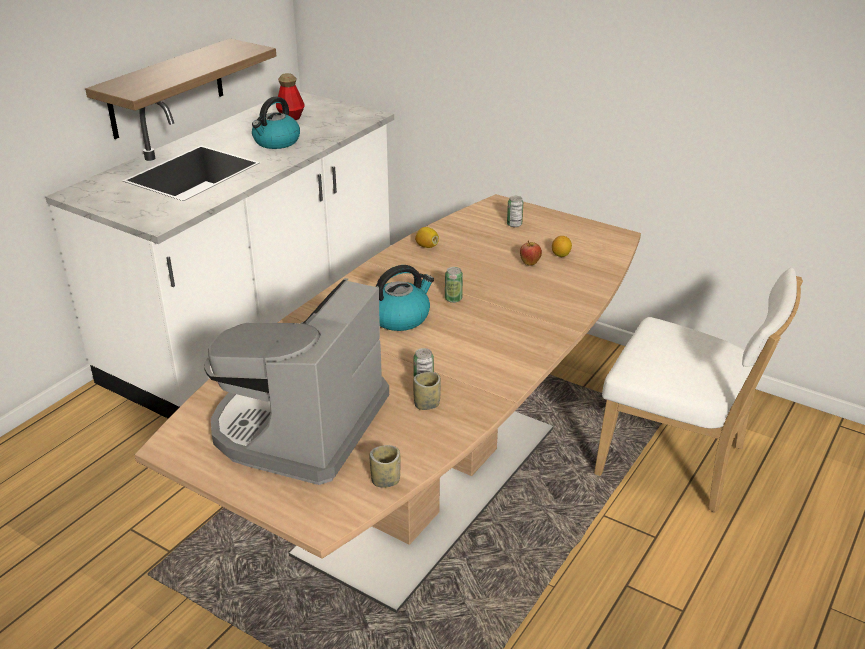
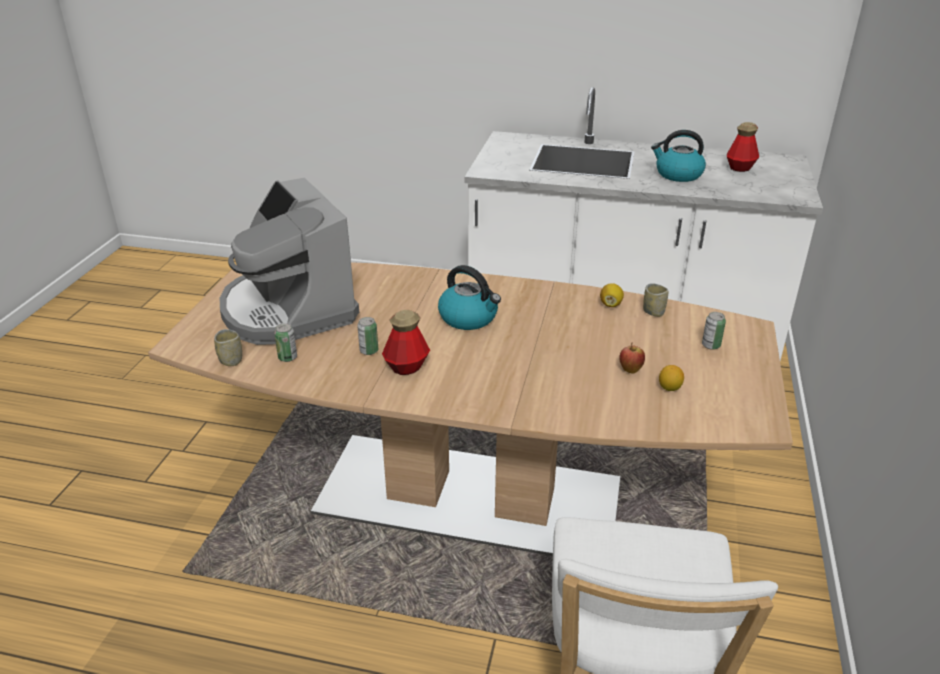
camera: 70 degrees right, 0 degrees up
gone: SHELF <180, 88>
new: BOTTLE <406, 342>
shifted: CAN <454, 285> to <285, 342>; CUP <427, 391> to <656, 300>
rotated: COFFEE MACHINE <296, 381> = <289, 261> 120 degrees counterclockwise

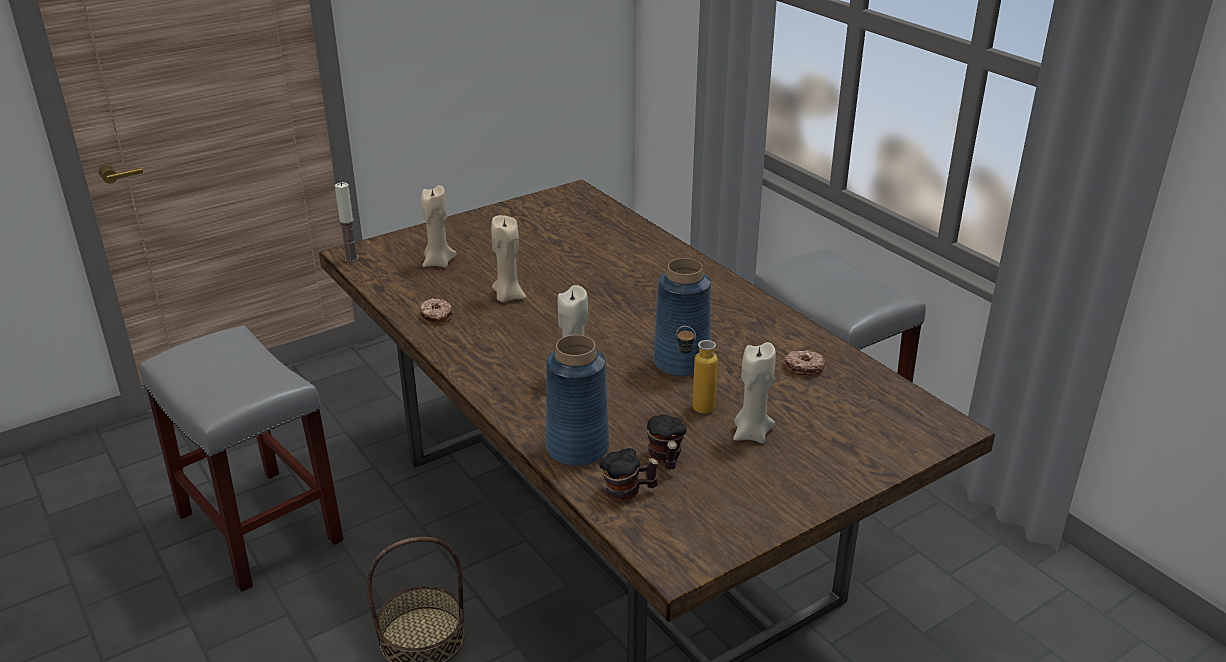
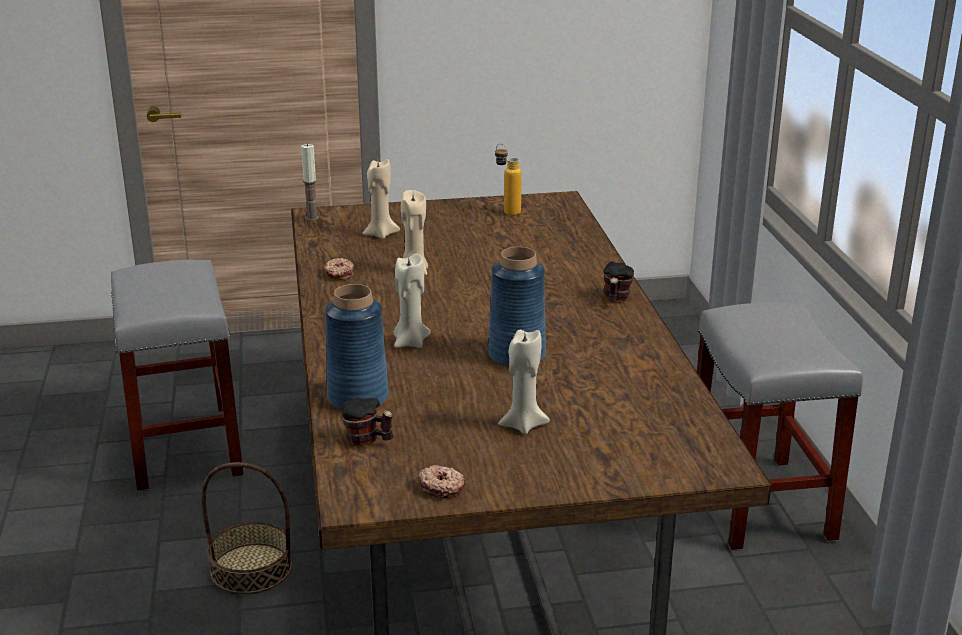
camera: 25 degrees right, 5 degrees down
shifted: BOTTLE <697, 370> to <508, 179>; DONUT <804, 362> to <442, 481>; MUG <667, 442> to <618, 281>

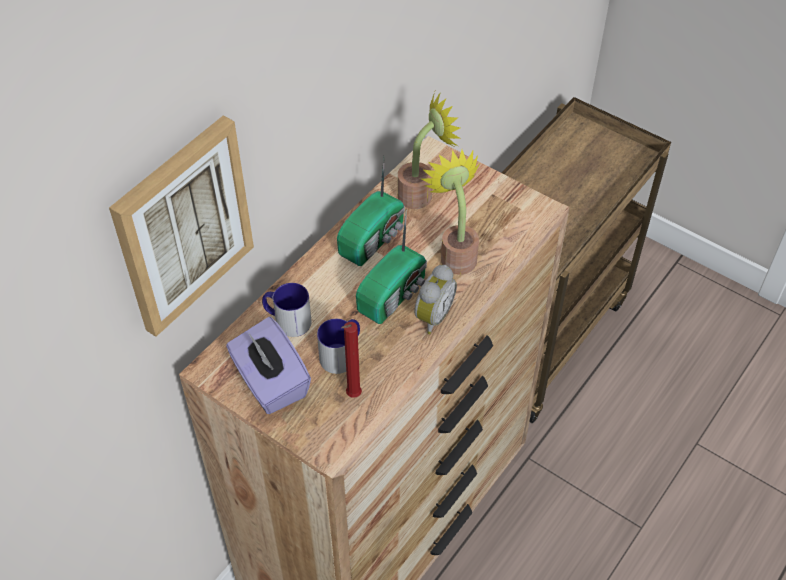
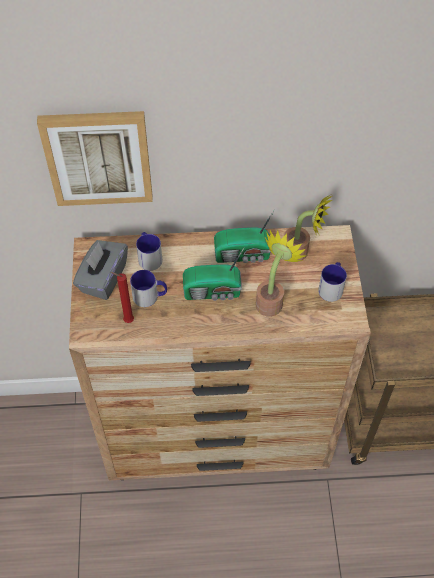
camera: 50 degrees right, 5 degrees up
gone: ALARM CLOCK <435, 299>
new: MUG <332, 282>
repainted: PURPLE TISSUE BOX <268, 365> to GREY TISSUE BOX <100, 270>

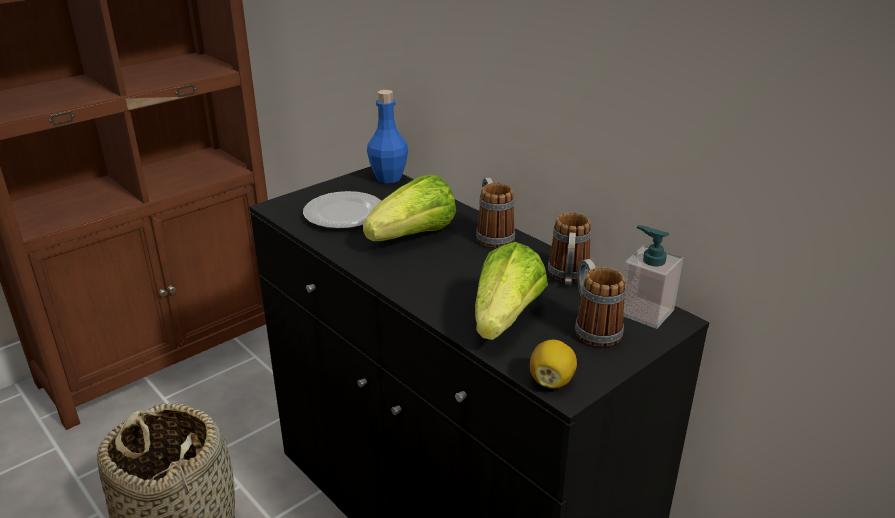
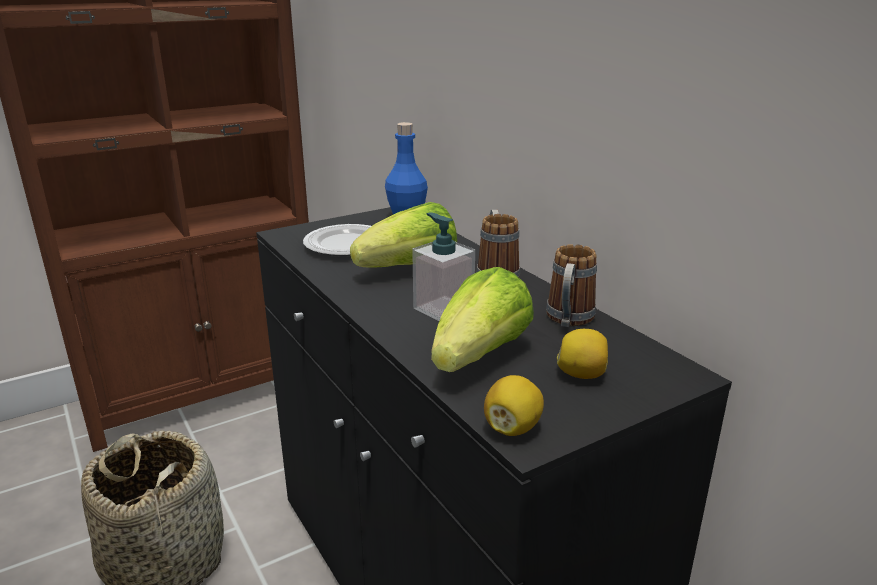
camera: 10 degrees right, 5 degrees down
shifted: SOAP DISPENSER <653, 277> to <443, 266>
swapped: MUG <600, 303> to LEMON <582, 354>

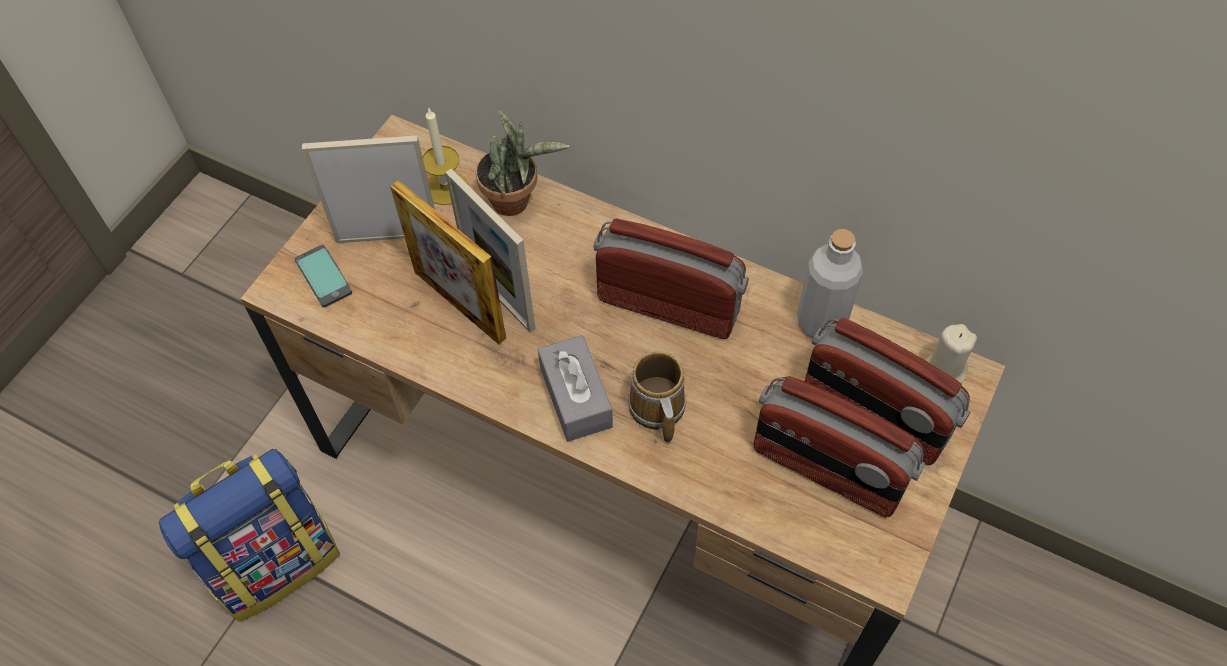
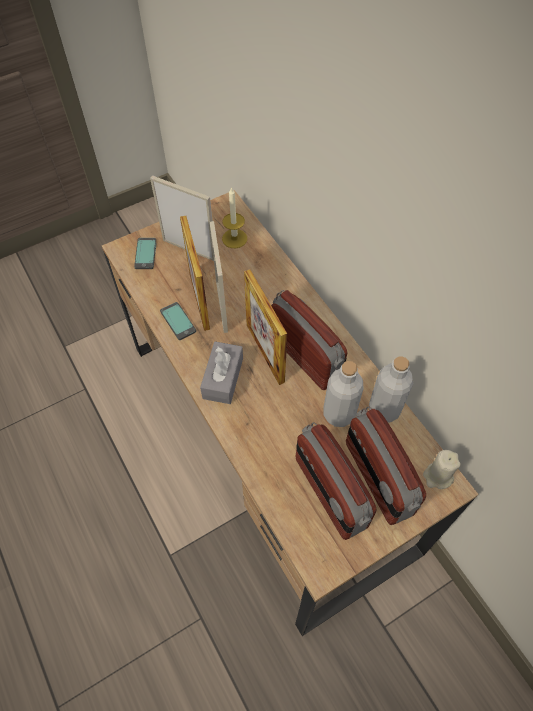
camera: 30 degrees right, 0 degrees up
gone: POTTED PLANT <523, 161>; MUG <657, 397>; BACKPACK <249, 535>
new: PICTURE FRAME <265, 327>; PHONE <178, 321>; GREY BOTTLE <343, 394>

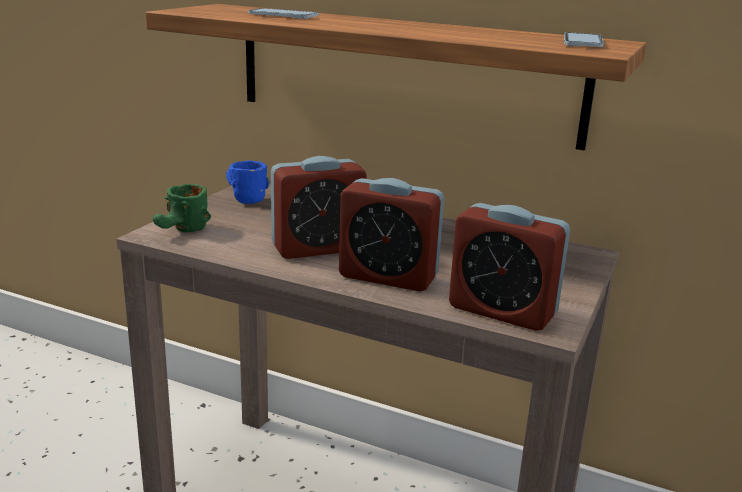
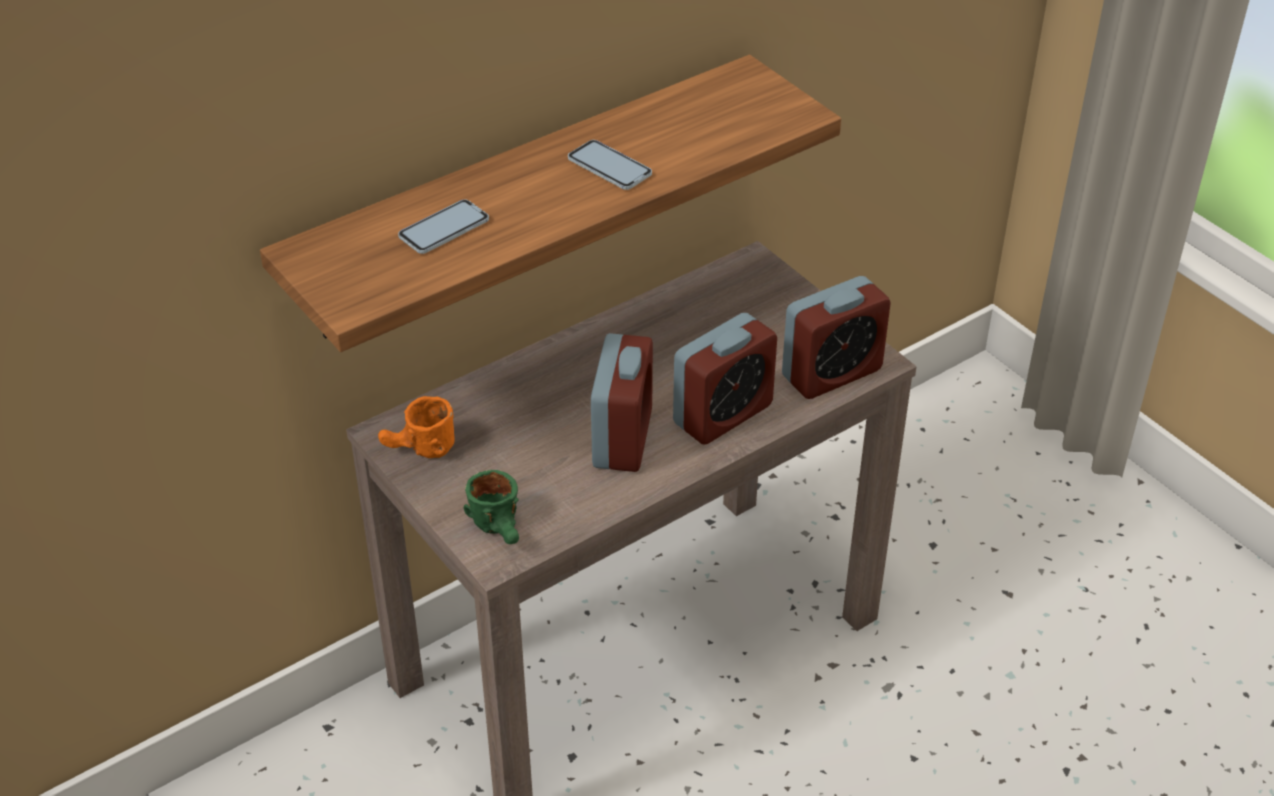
camera: 60 degrees left, 20 degrees up
shifted: PHONE <584, 39> to <610, 165>
repainted: BLUE MUG <247, 182> to ORANGE MUG <416, 427>

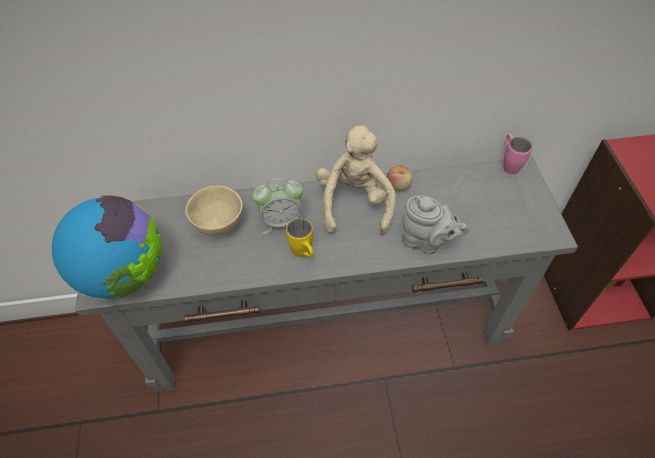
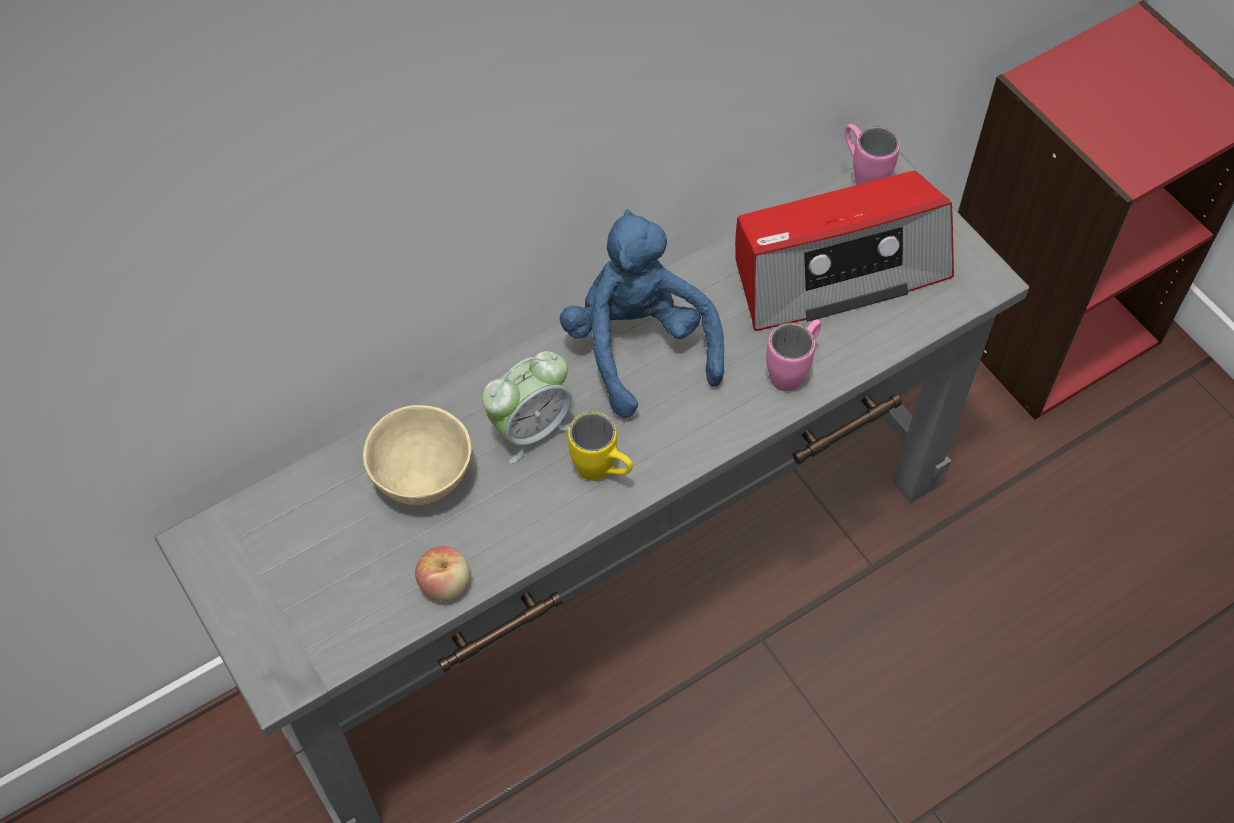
camera: 25 degrees left, 5 degrees up
gone: GLOBE <107, 247>
new: RADIO <844, 251>
shifted: APPLE <400, 178> to <442, 573>
swapped: GREY TEAPOT <436, 224> to PINK MUG <793, 355>
repainted: BEIGE PLUSH TOY <355, 180> to BLUE PLUSH TOY <642, 313>

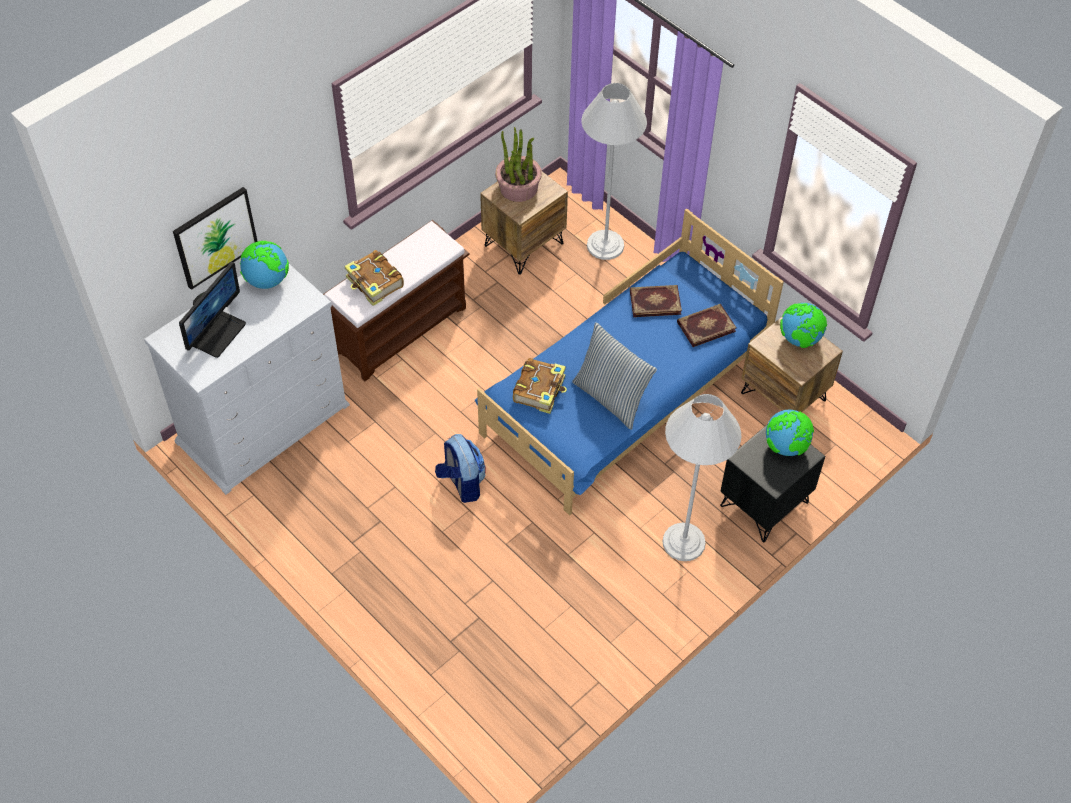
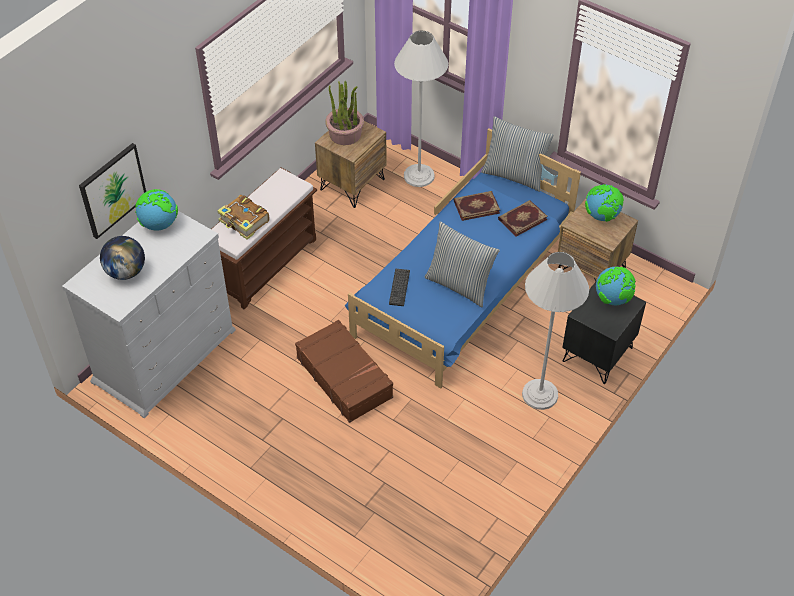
camera: 10 degrees left, 5 degrees down
new: PILLOW <517, 154>
swapped: MONITOR <212, 310> to GLOBE <122, 258>; BOOK <540, 386> to KEYBOARD <399, 287>; BACKPACK <460, 468> to BROWN SUITCASE <344, 371>

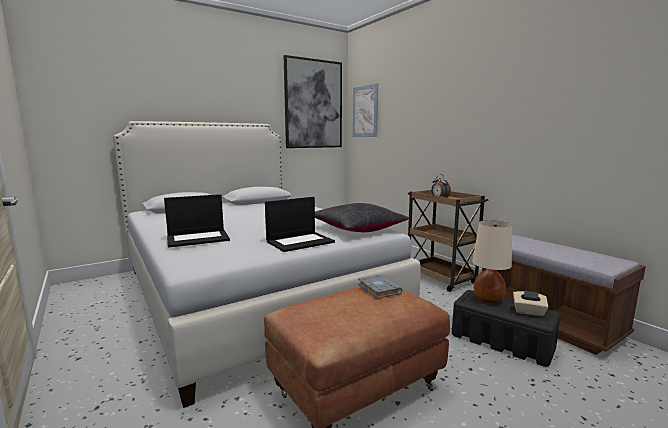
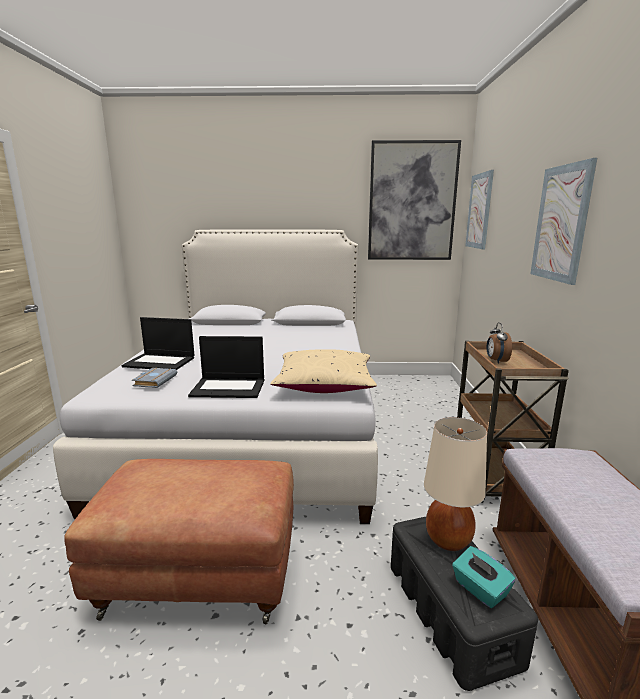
camera: 35 degrees right, 5 degrees up
new: PICTURE <563, 221>
shifted: GREY BOOK <380, 287> to <154, 378>
repainted: BLACK PILLOW <362, 217> to BEIGE PILLOW <323, 371>; BEIGE TISSUE BOX <531, 303> to TURQUOISE TISSUE BOX <484, 577>

